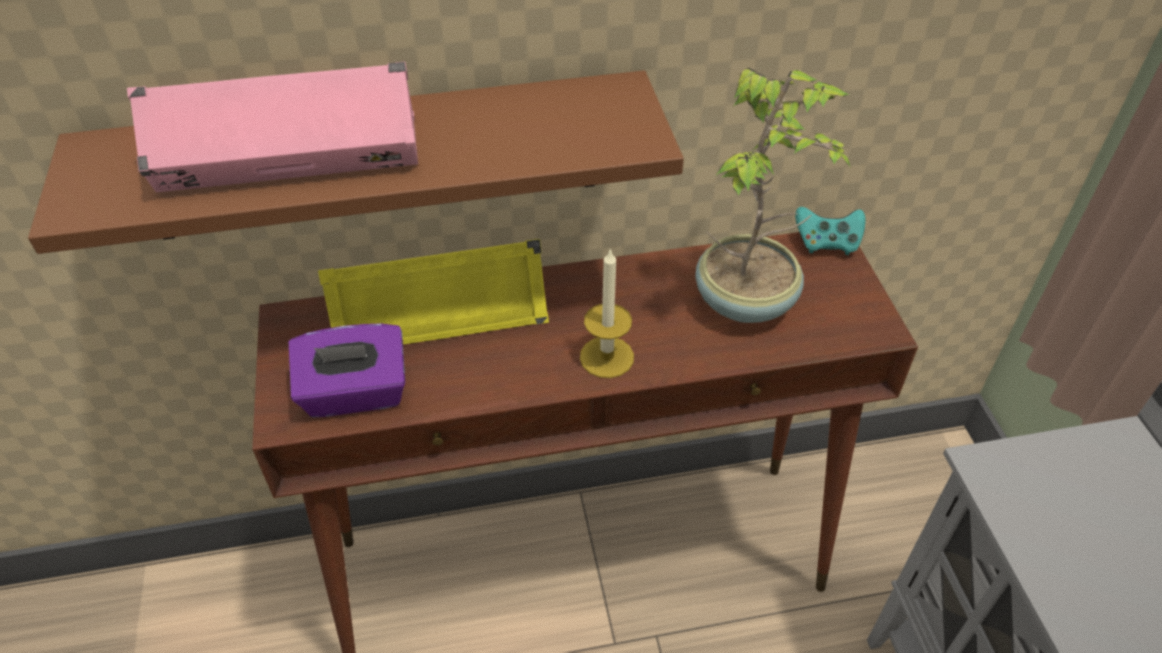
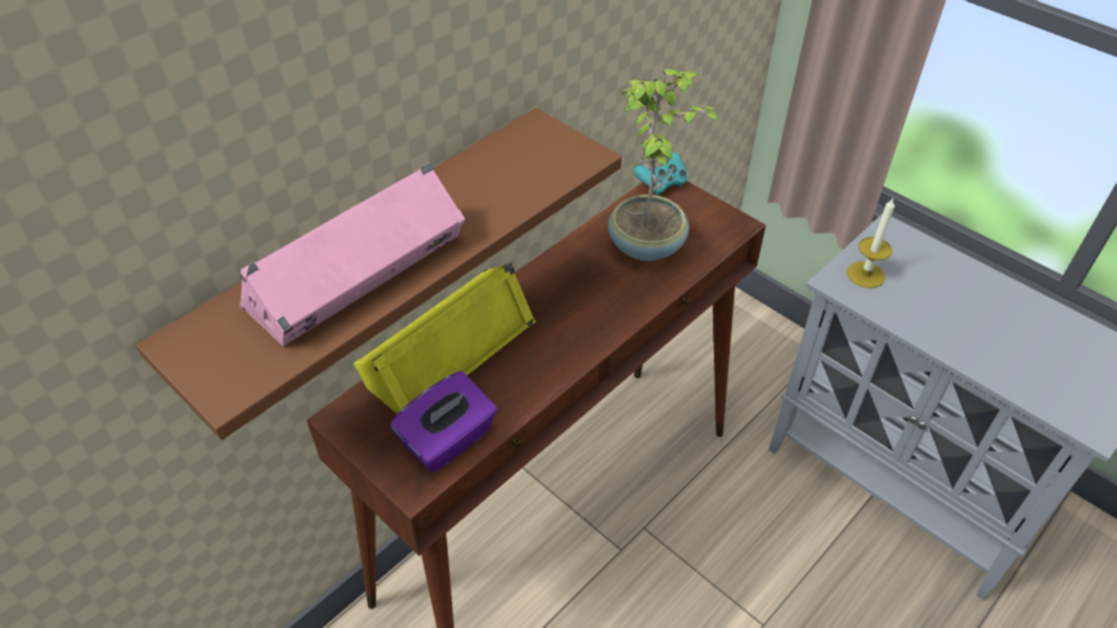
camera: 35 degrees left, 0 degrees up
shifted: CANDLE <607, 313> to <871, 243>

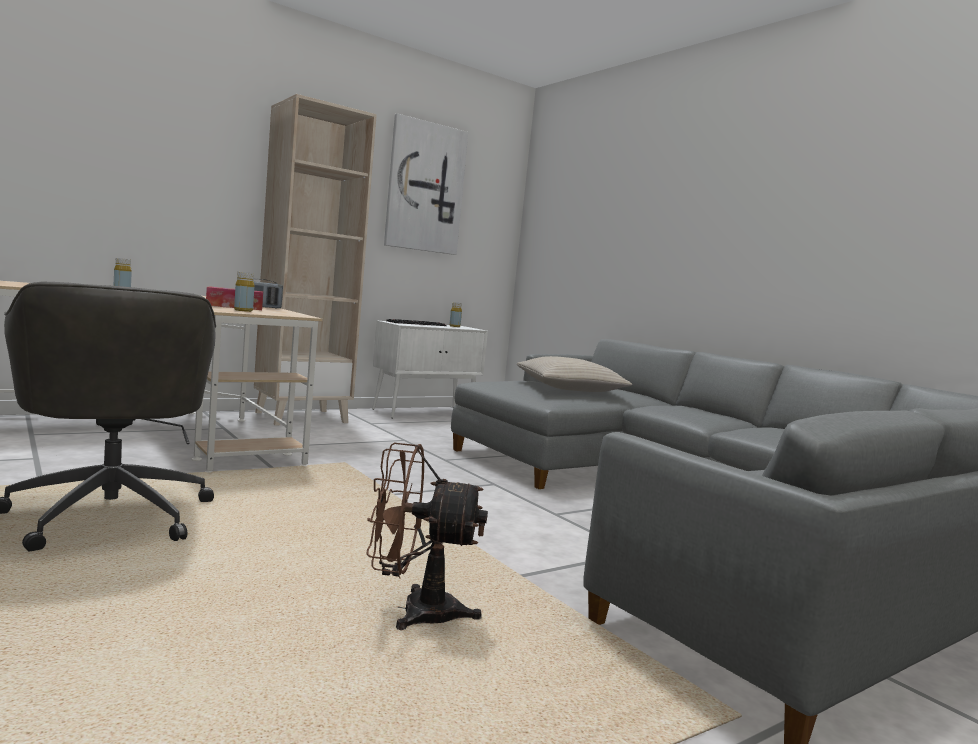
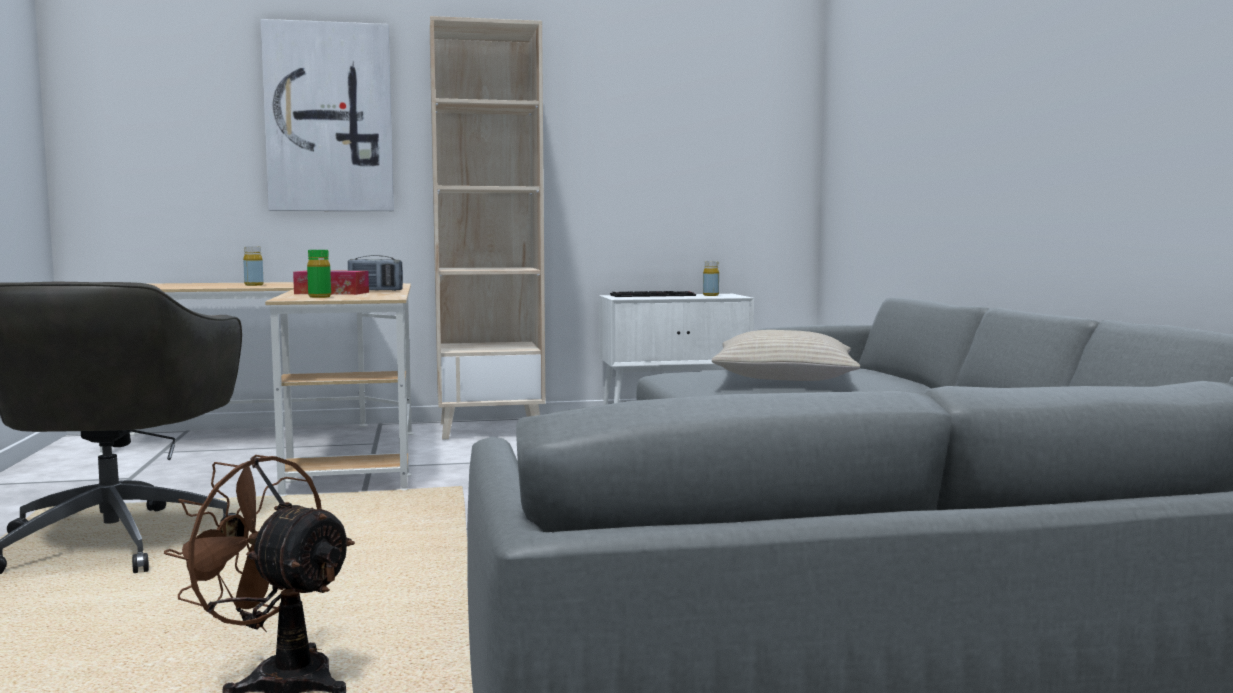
camera: 25 degrees right, 0 degrees up
shifted: PICTURE <426, 184> to <327, 115>
repainted: YELLOW BOTTLE <244, 292> to GREEN BOTTLE <319, 274>

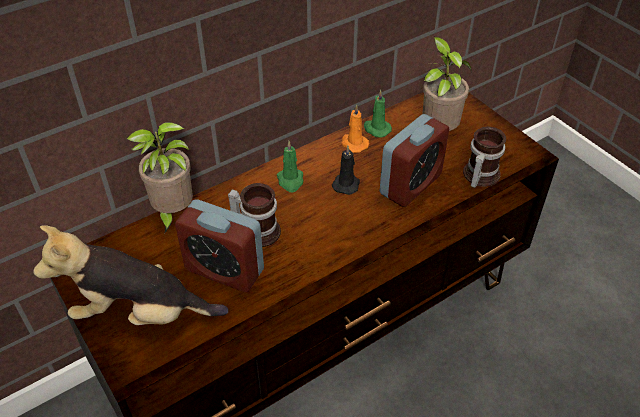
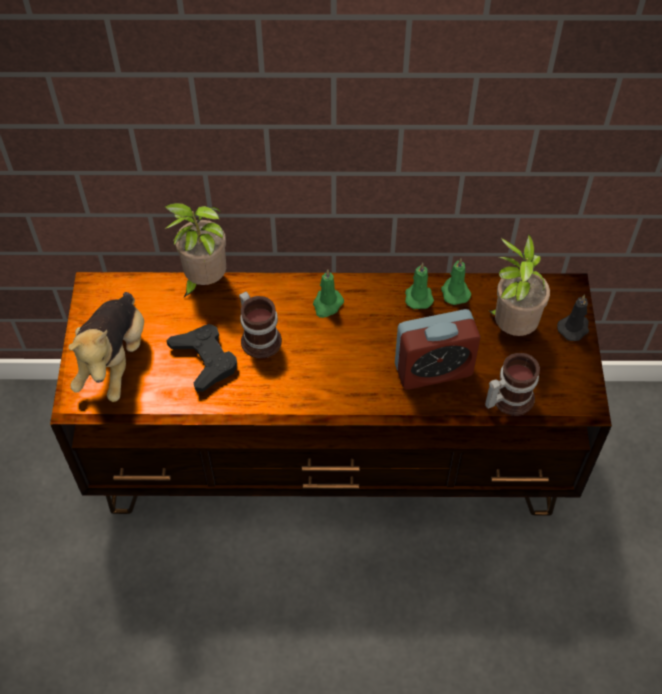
camera: 35 degrees right, 10 degrees up
shifted: BLACK CANDLE <346, 170> to <573, 318>
swapped: ALARM CLOCK <219, 245> to BLACK GAME CONTROLLER <202, 358>
repainted: ORANGE CANDLE <355, 129> to GREEN CANDLE <419, 286>
rotated: PLUSH TOY <131, 275> = <106, 347> 120 degrees counterclockwise

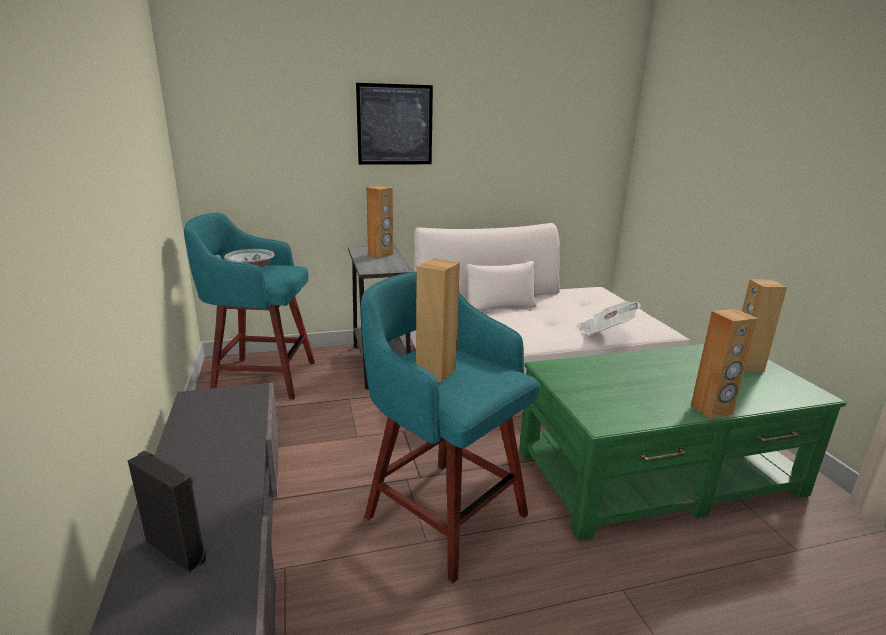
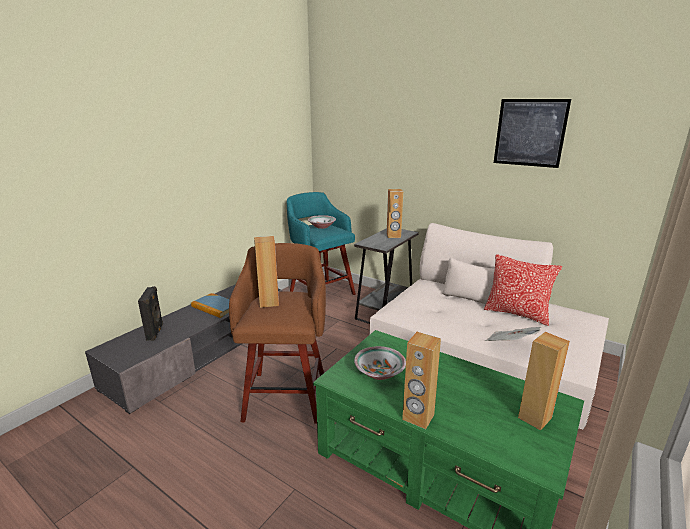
camera: 50 degrees right, 0 degrees up
new: PILLOW <523, 290>; BOOK <210, 305>; BOWL <380, 363>
shifted: PICTURE <394, 124> to <532, 133>
repainted: TURQUOISE STOOL <450, 427> to BROWN STOOL <277, 333>

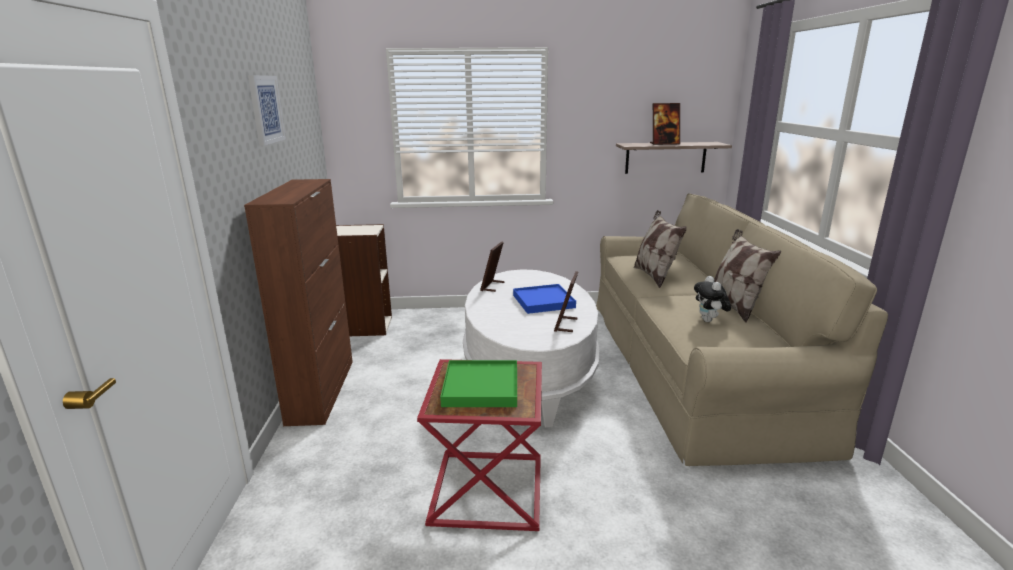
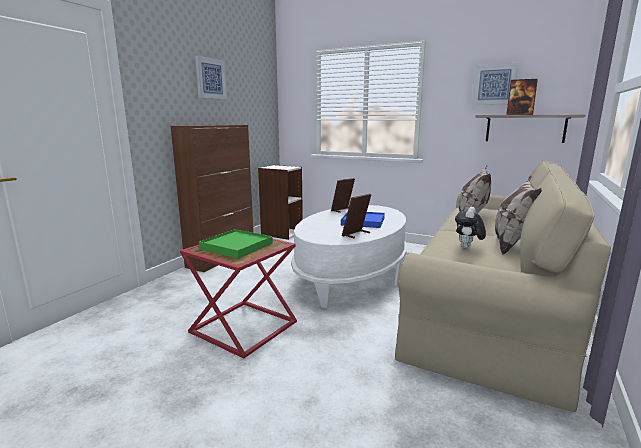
camera: 30 degrees right, 5 degrees down
new: PICTURE <495, 84>

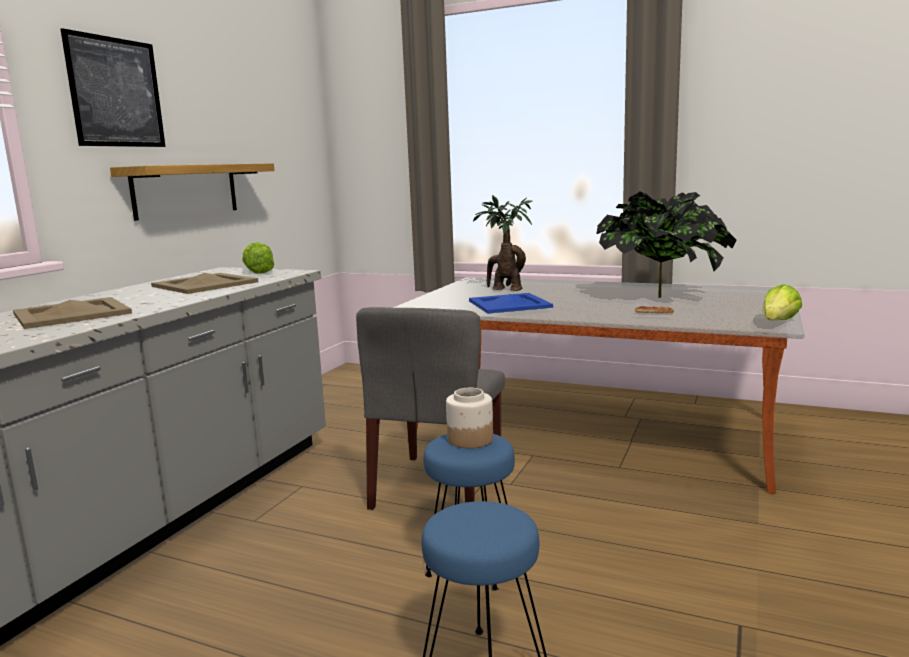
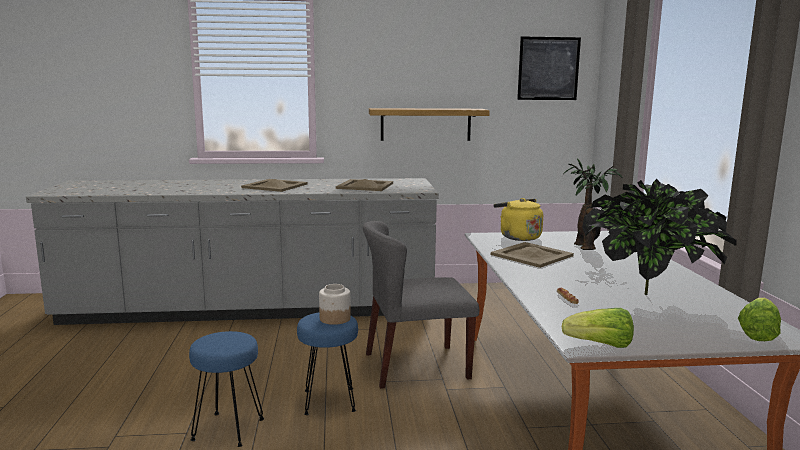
camera: 60 degrees right, 0 degrees up
new: YELLOW KETTLE <518, 219>
shifted: PICTURE <113, 87> to <549, 68>; LETTUCE <258, 258> to <759, 319>
repainted: BLUE TRAY <511, 303> to BEIGE TRAY <532, 255>

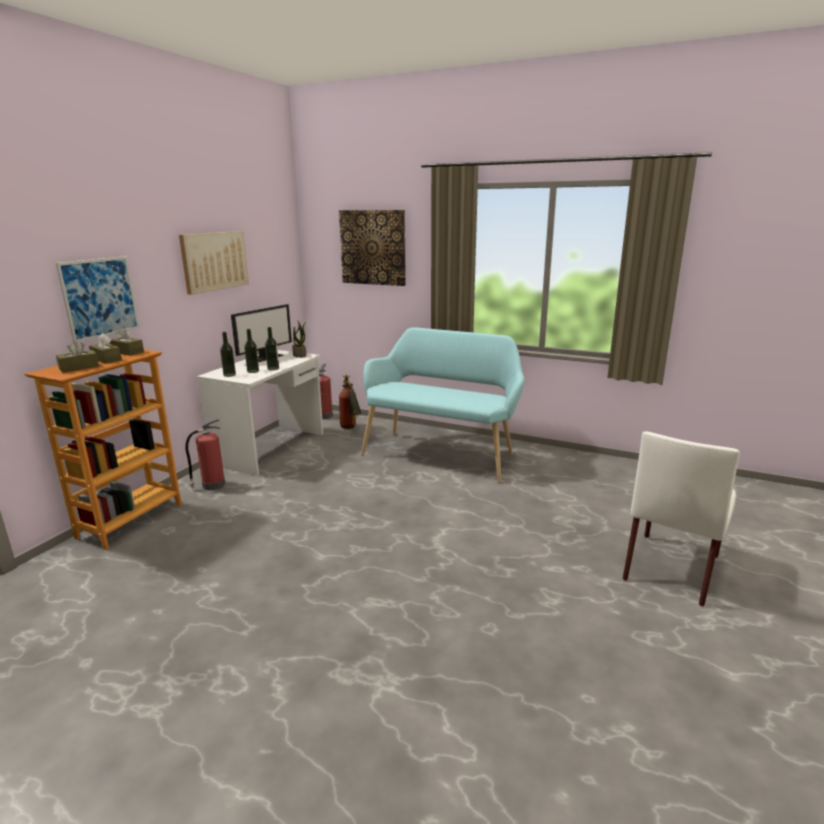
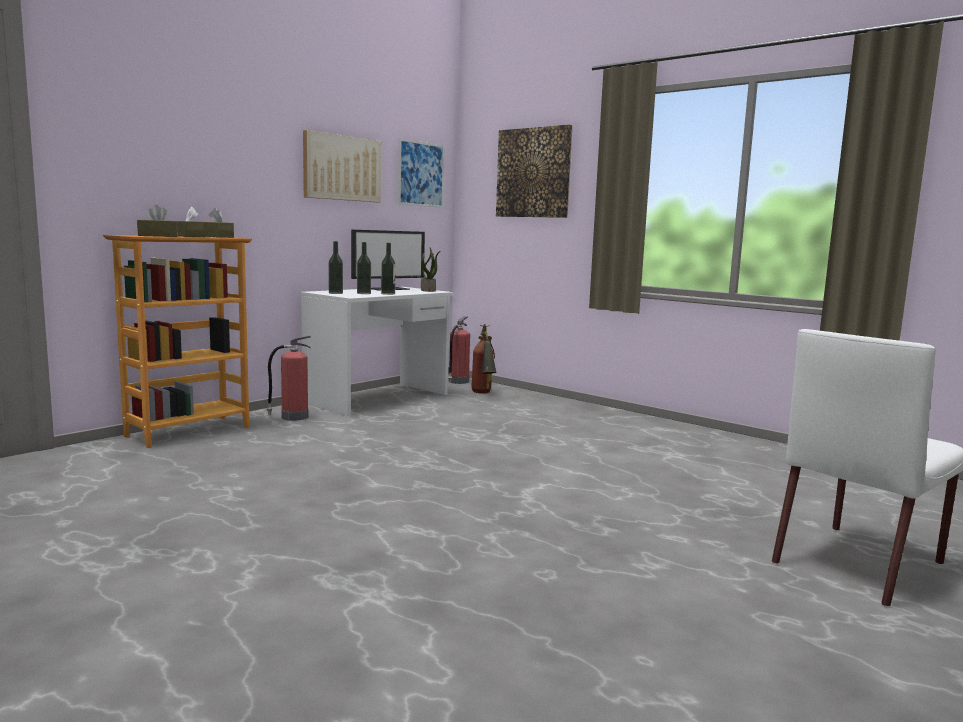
camera: 15 degrees right, 10 degrees down
gone: TURQUOISE BENCH <443, 405>
shifted: PICTURE <98, 299> to <421, 173>

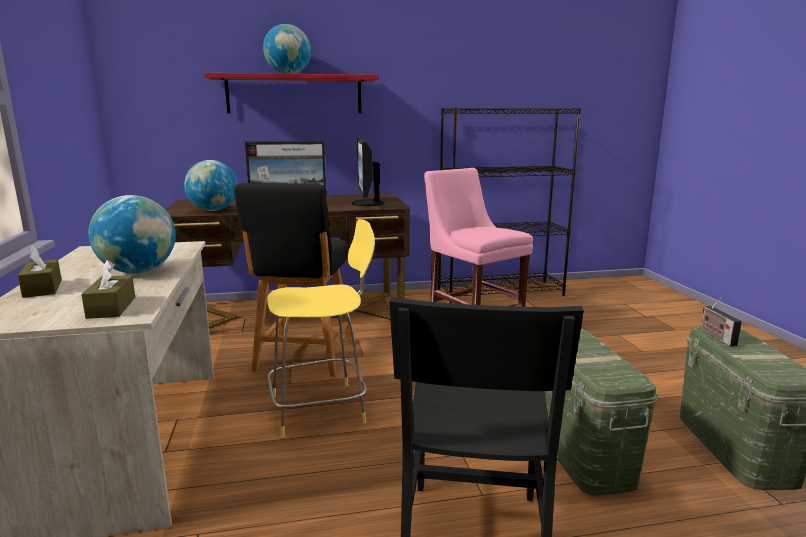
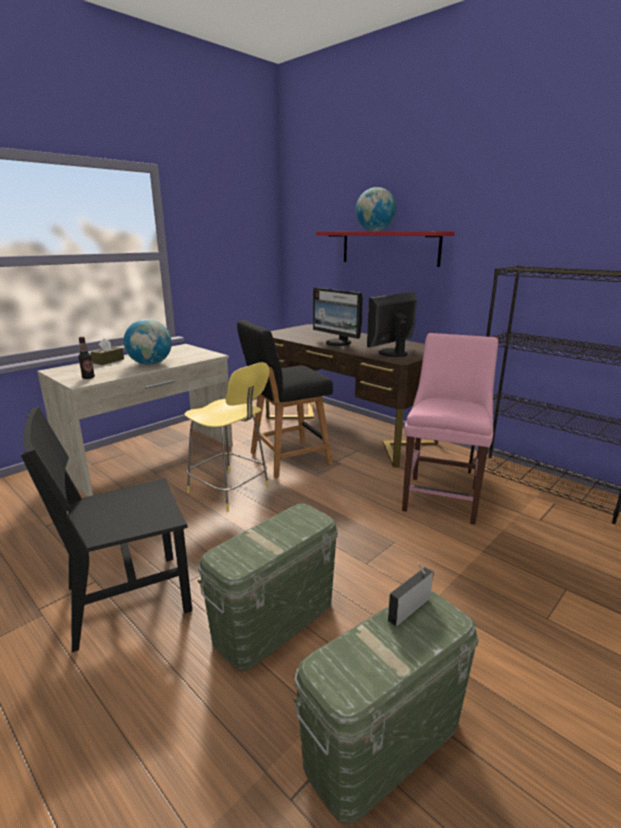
camera: 55 degrees right, 5 degrees up
gone: GLOBE <211, 185>
swapped: BROWN TISSUE BOX <108, 289> to BOTTLE <86, 358>

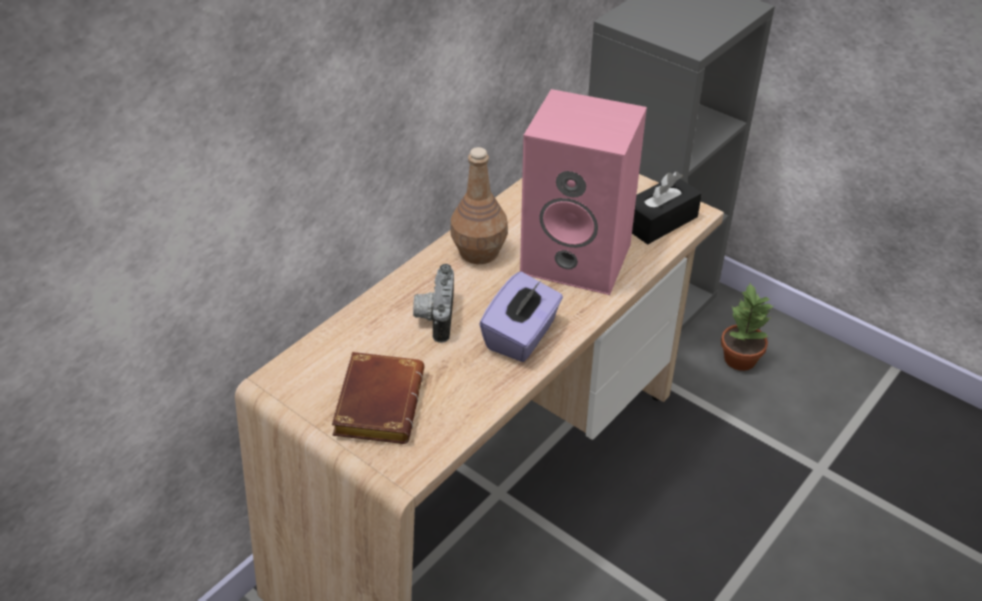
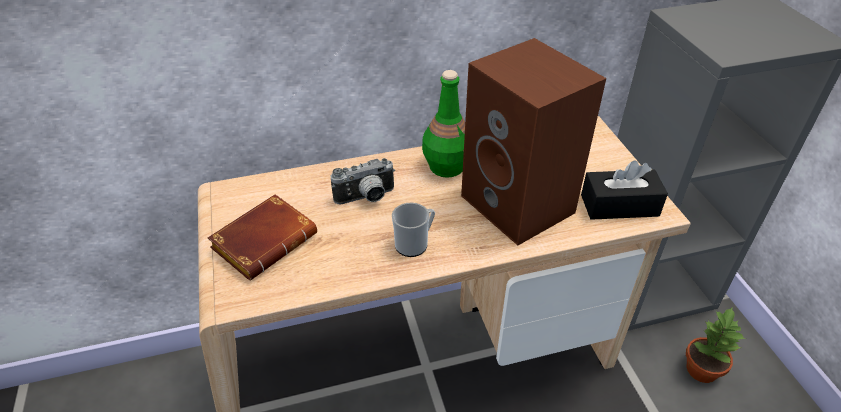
camera: 35 degrees right, 0 degrees up
swapped: PURPLE TISSUE BOX <521, 317> to MUG <413, 230>
repainted: PINK SPEAKER <583, 192> to BROWN SPEAKER <533, 141>; BROWN BOTTLE <479, 205> to GREEN BOTTLE <443, 124>
rotated: PHOTO CAMERA <433, 303> = <363, 181> 150 degrees counterclockwise

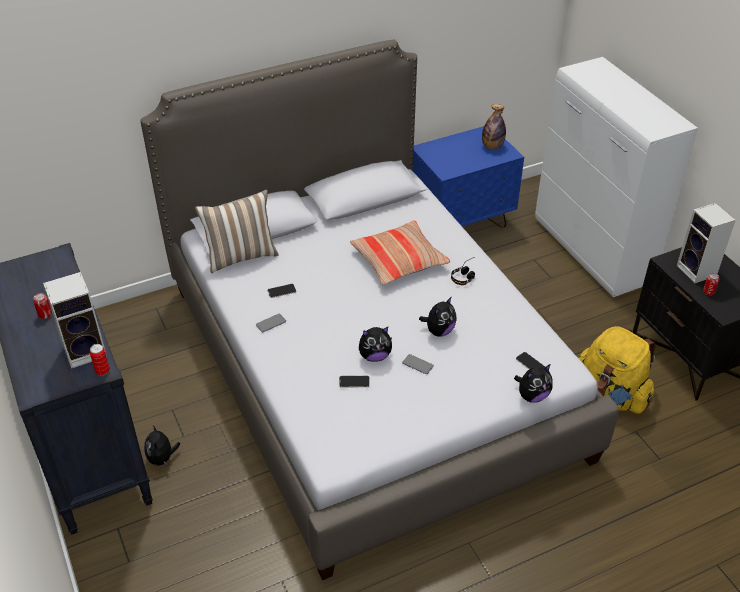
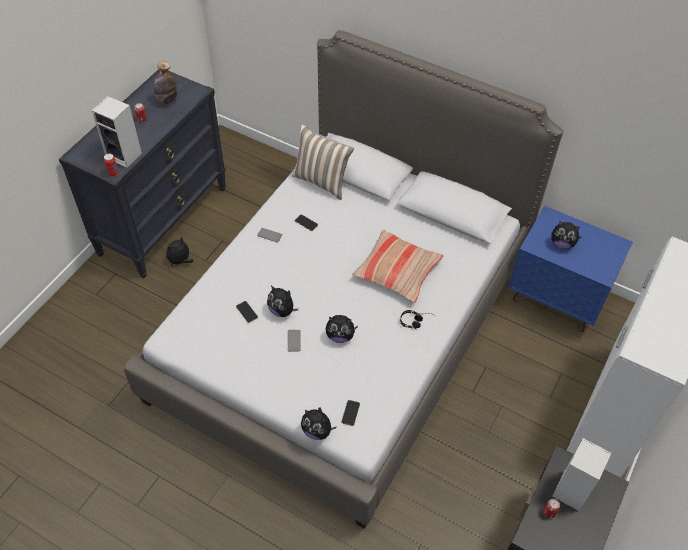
camera: 55 degrees right, 10 degrees up
gone: YELLOW BACKPACK <617, 370>
new: PLUSH TOY <566, 235>
shifted: BOTTLE <494, 126> to <165, 83>

